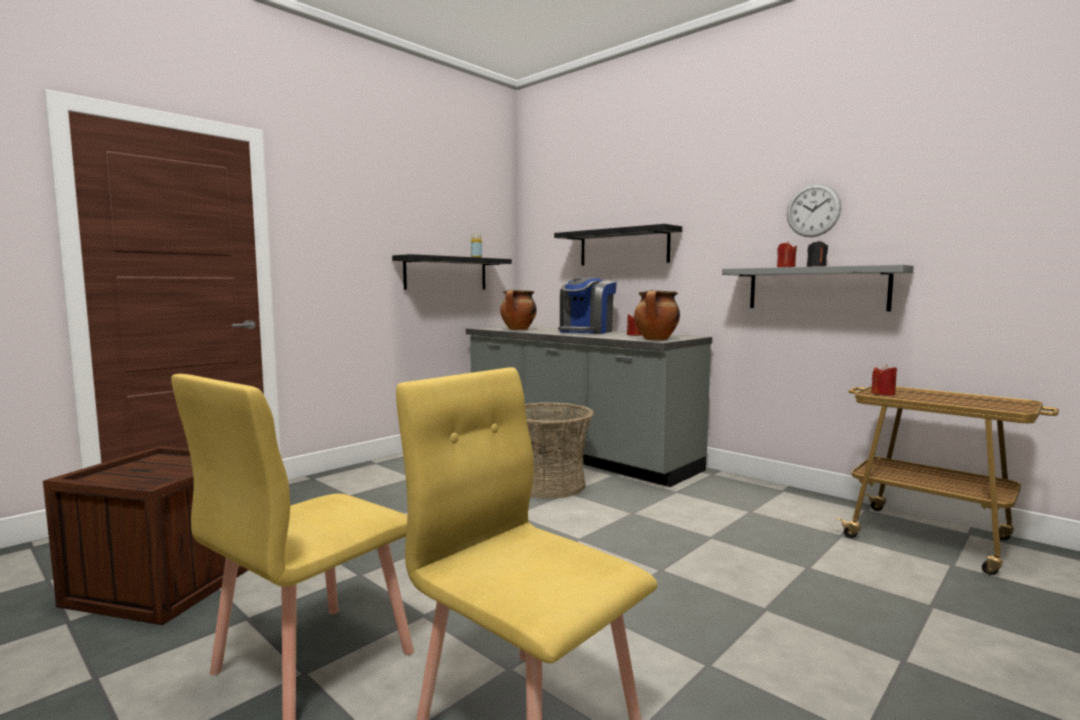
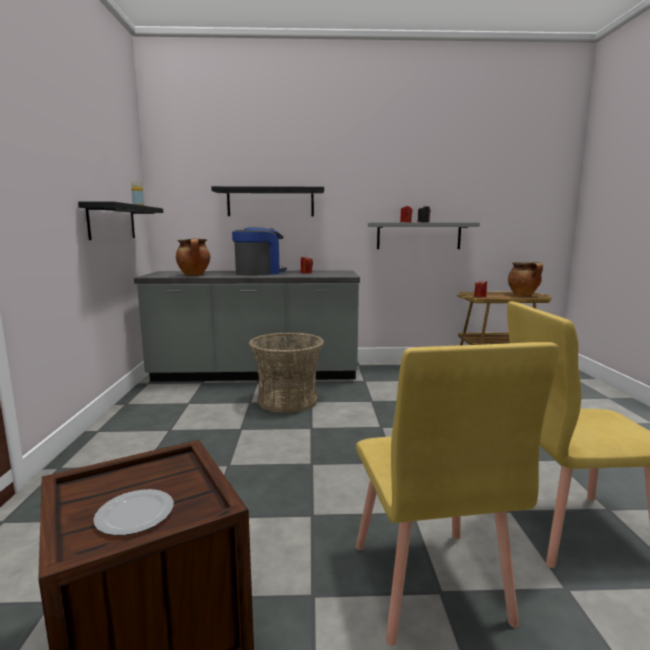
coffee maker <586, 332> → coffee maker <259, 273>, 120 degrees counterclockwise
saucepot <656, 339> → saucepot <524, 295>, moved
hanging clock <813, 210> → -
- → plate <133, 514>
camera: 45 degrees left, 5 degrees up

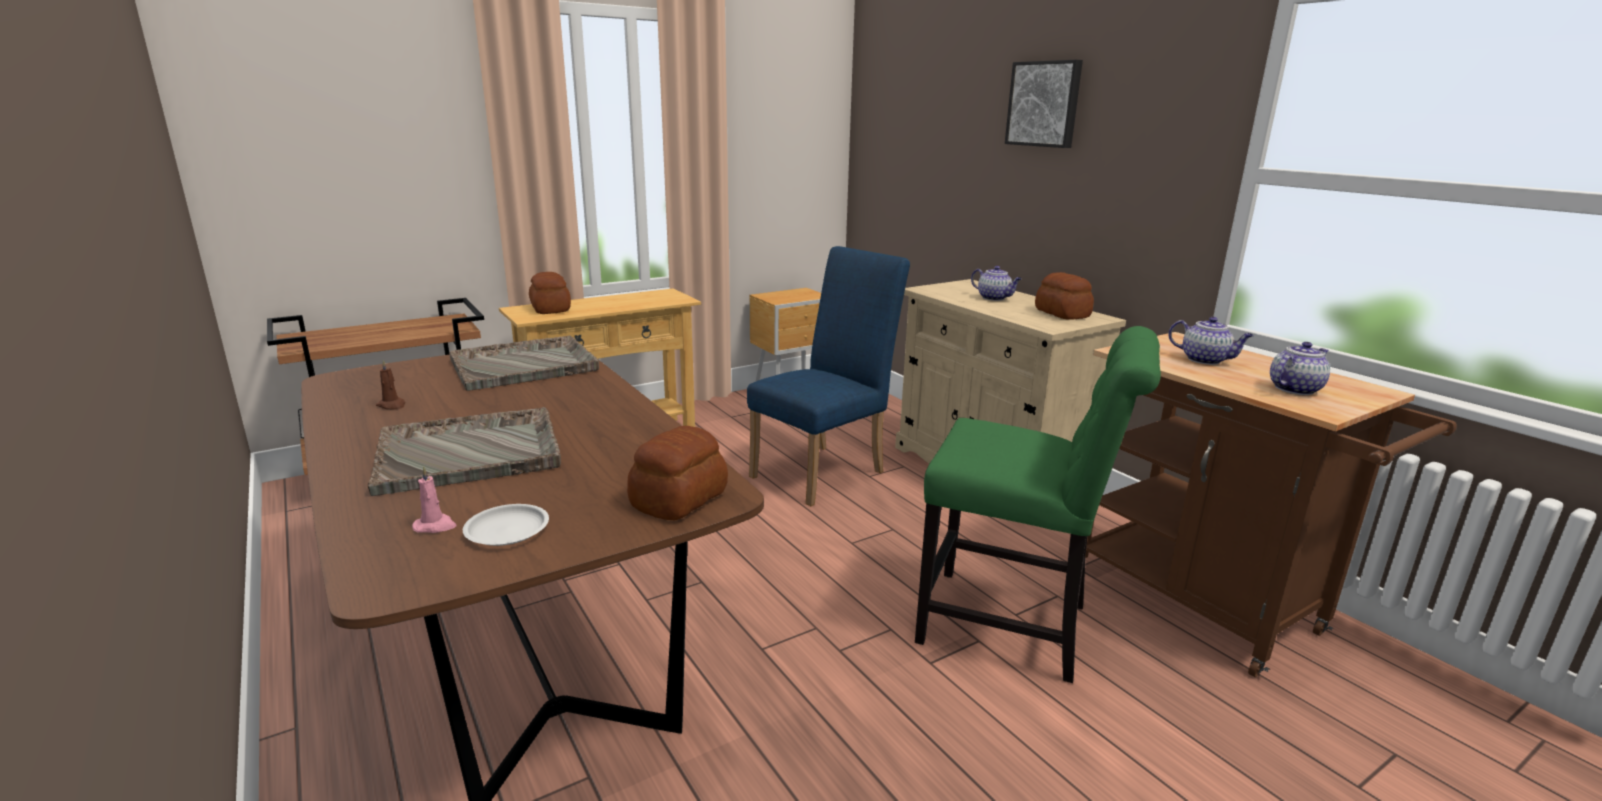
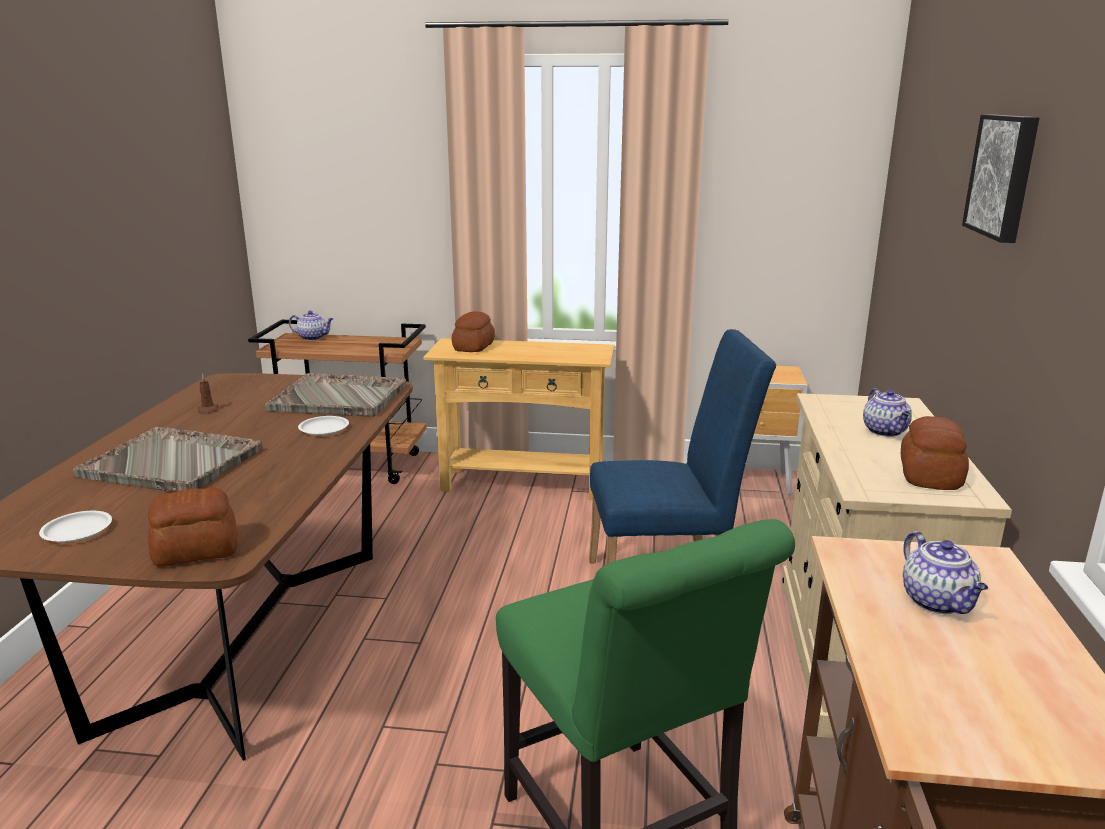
pinkish wax light <435, 526> → -
pot for tea <1294, 389> → pot for tea <313, 338>, moved
- → white plate <324, 429>
camera: 40 degrees right, 0 degrees up

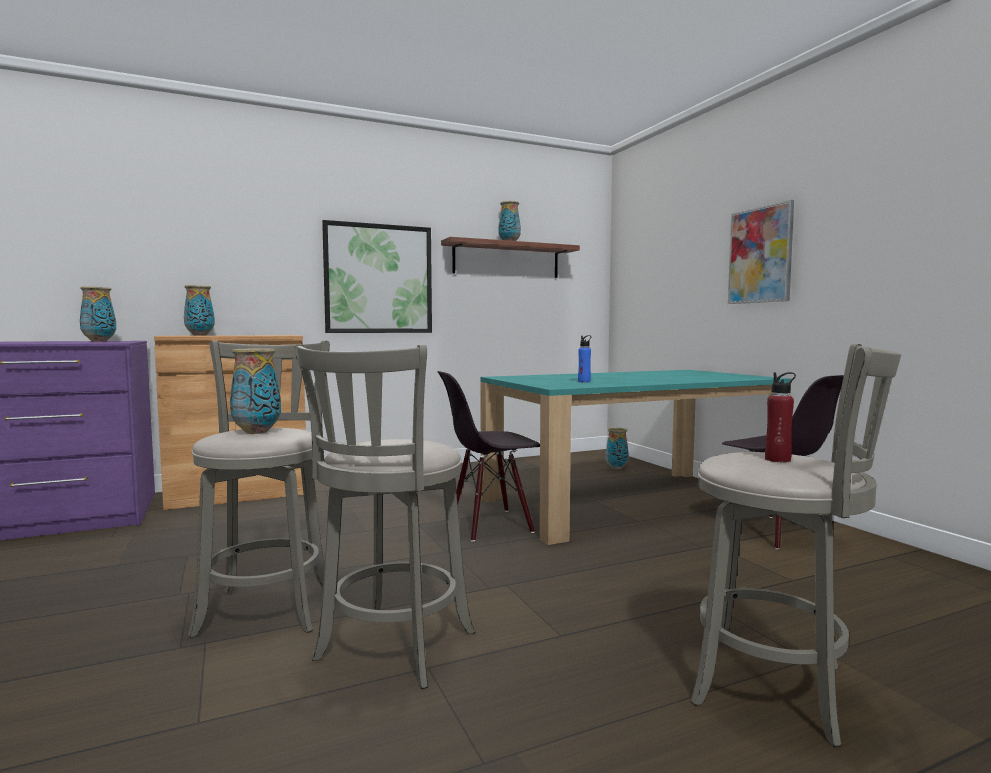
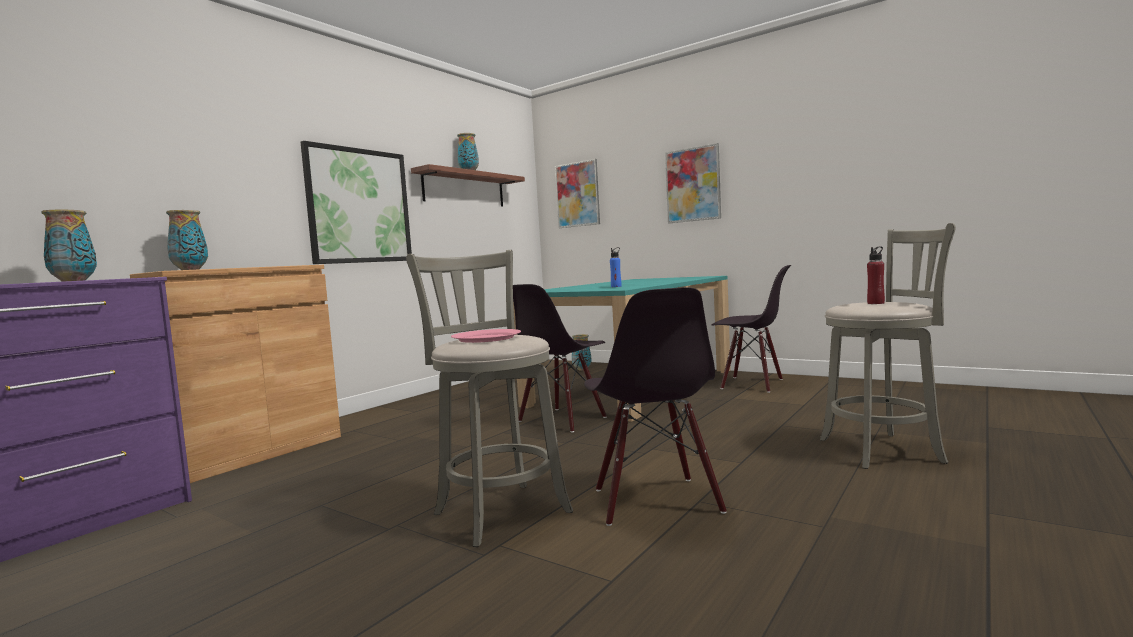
vase <256, 432> → pinkish plate <487, 338>
gray stool <391, 649> → black-coloured upright chair <655, 501>
- → wall picture <577, 194>
camera: 30 degrees left, 0 degrees up

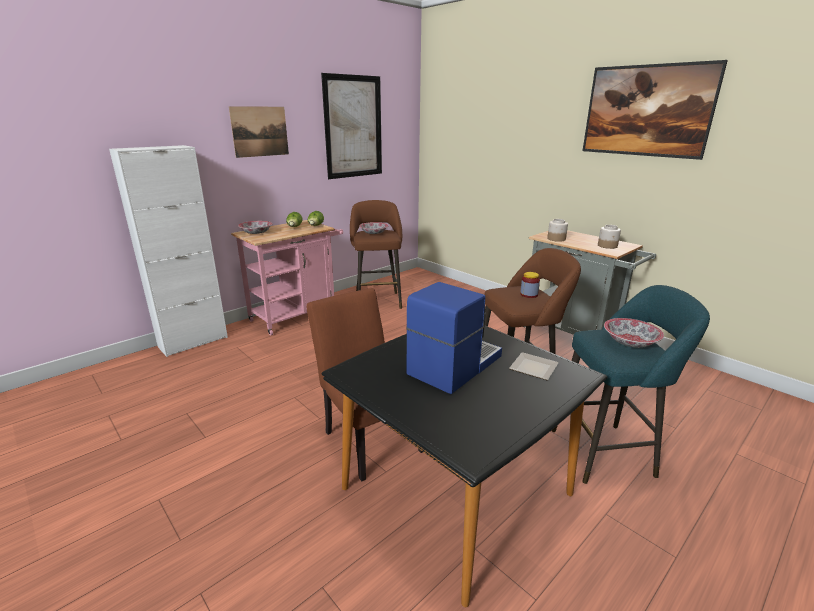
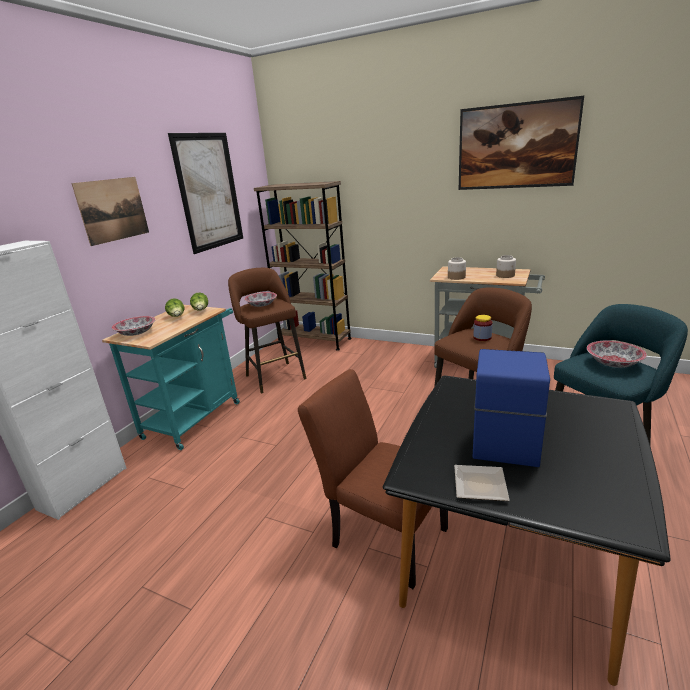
pinkish cart <298, 315> → turquoise-coloured cart <196, 416>
plate <532, 367> → plate <478, 484>, moved
- → brown bookshelf <314, 340>
camera: 20 degrees left, 0 degrees up

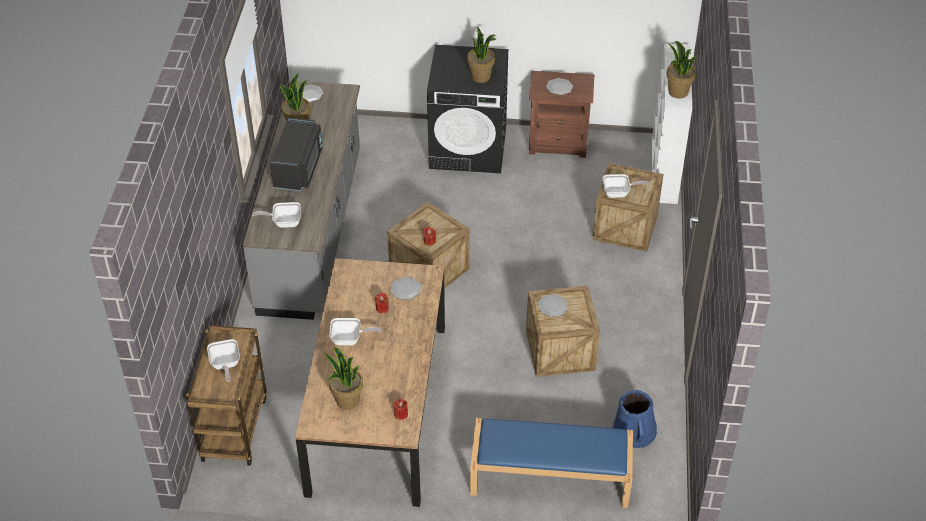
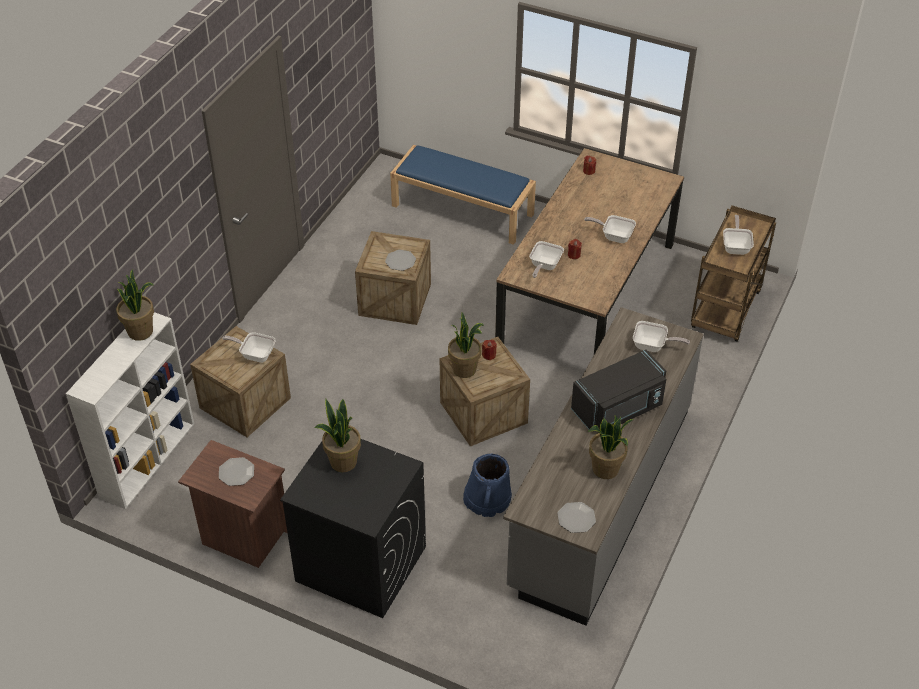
black-coloured microwave oven <299, 168> → black-coloured microwave oven <619, 408>, 150 degrees counterclockwise
plant in a pot <347, 401> → plant in a pot <465, 369>, moved
plate <406, 289> → skillet <544, 266>
bluish water bucket <634, 431> → bluish water bucket <487, 498>, moved
camera: 160 degrees left, 0 degrees up

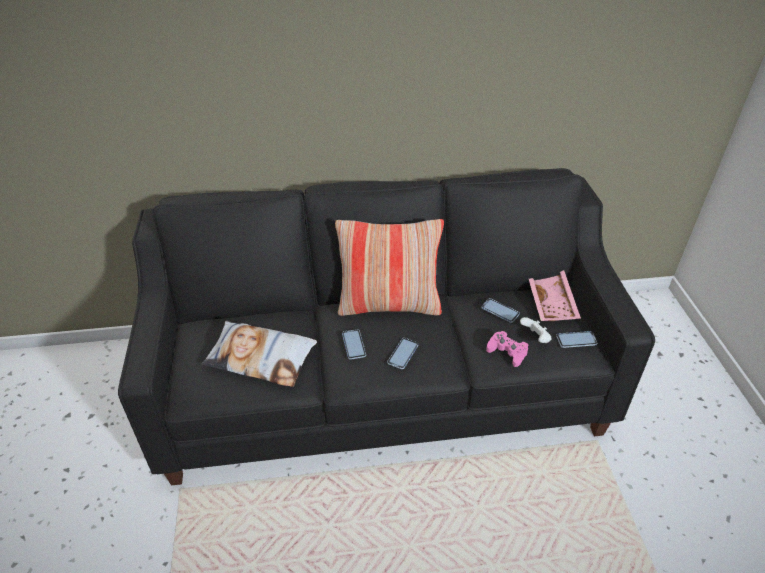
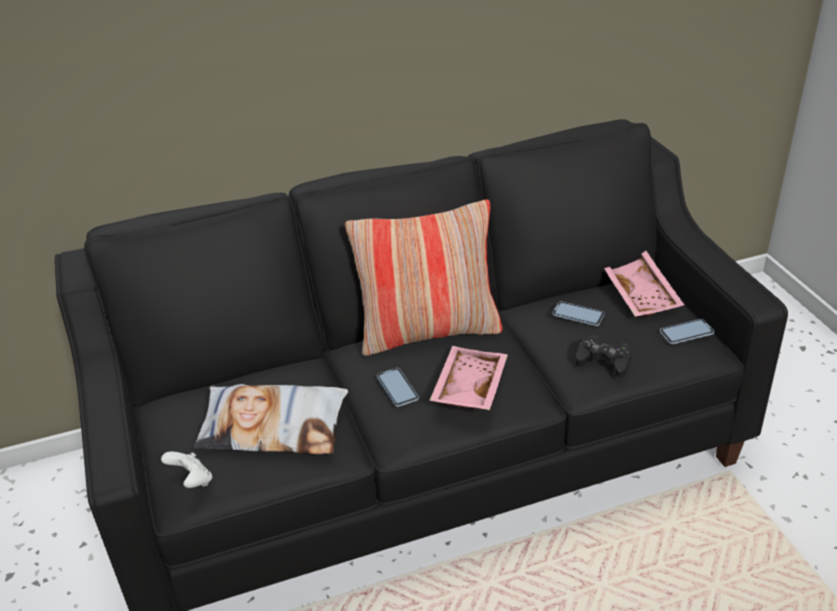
phone <403, 354> → pinkish serving tray <468, 387>
pinkish gamepad <507, 351> → black-coloured gamepad <603, 361>
white gamepad <535, 338> → white gamepad <192, 481>, moved
camera: 10 degrees left, 5 degrees down

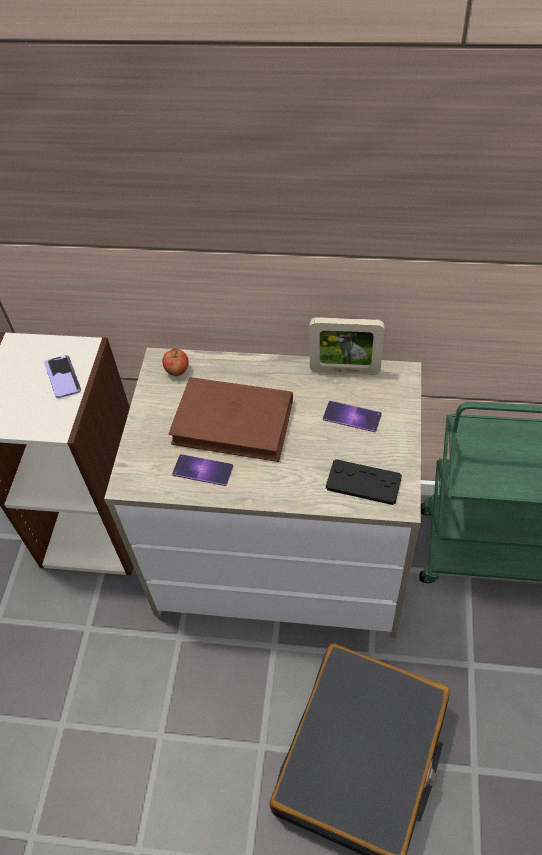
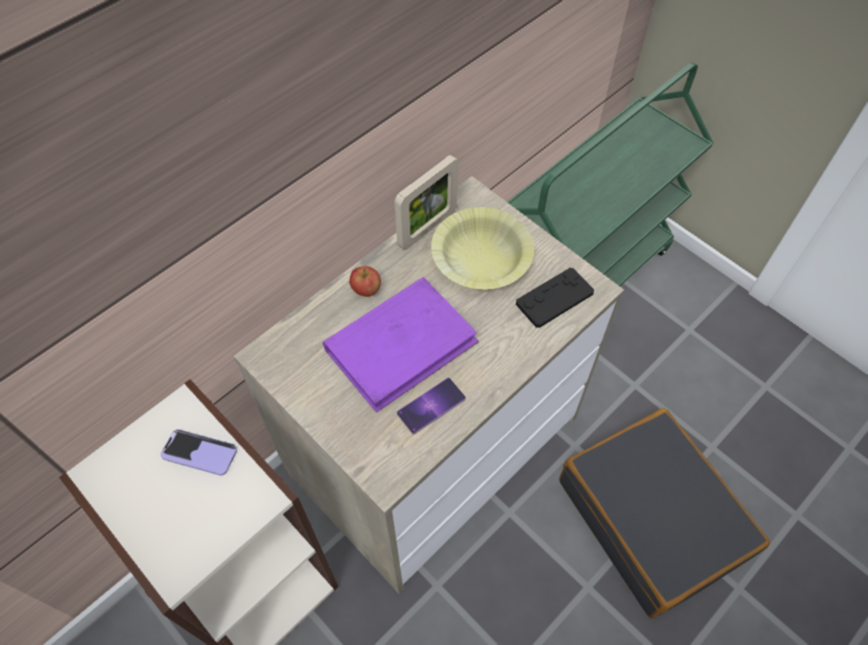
apple fruit <177, 370> → apple fruit <366, 290>, moved
brown volume <234, 422> → purplish volume <401, 345>
phone <352, 416> → yellowish deep dish <481, 258>
camera: 55 degrees left, 5 degrees up

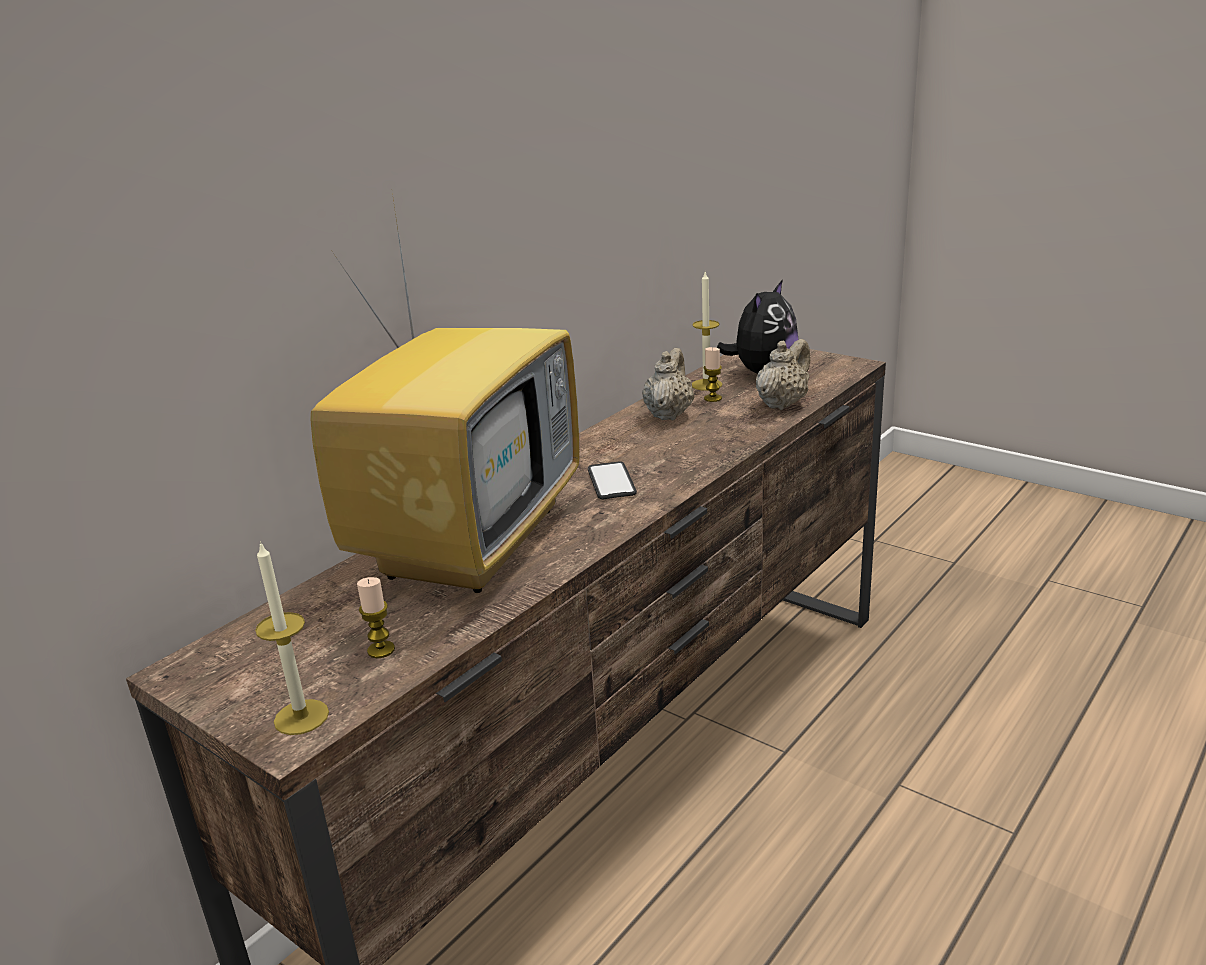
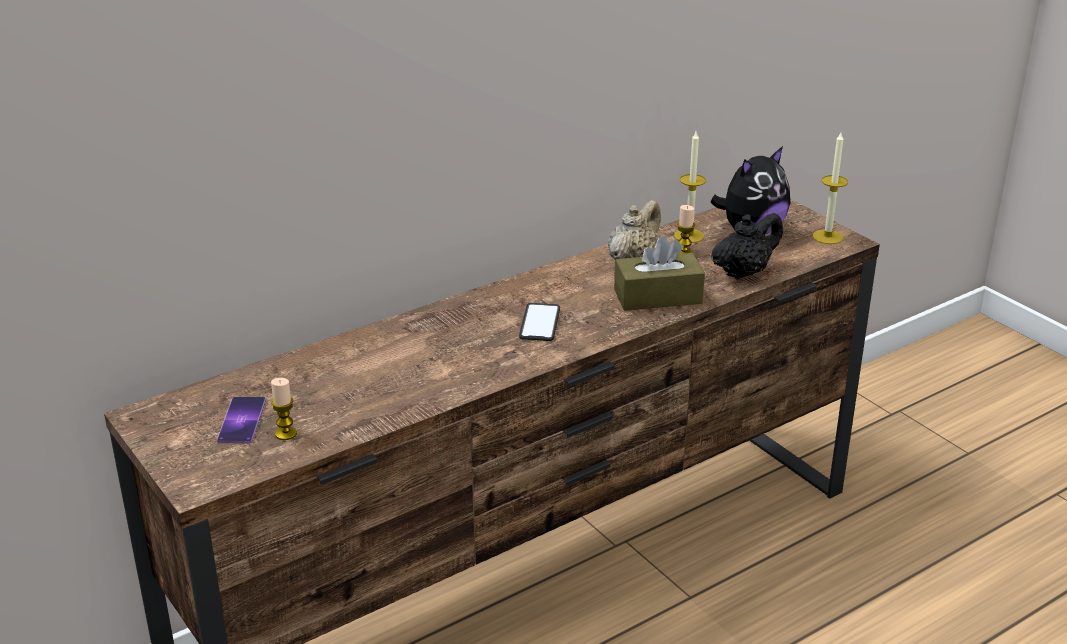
wax light <301, 717> → wax light <827, 237>, moved
television <470, 539> → -
sand-coloured pot for tea <782, 404> → black-coloured pot for tea <743, 272>
- → phone <242, 420>
- → brown tissue box <658, 296>
camera: 15 degrees right, 5 degrees up

